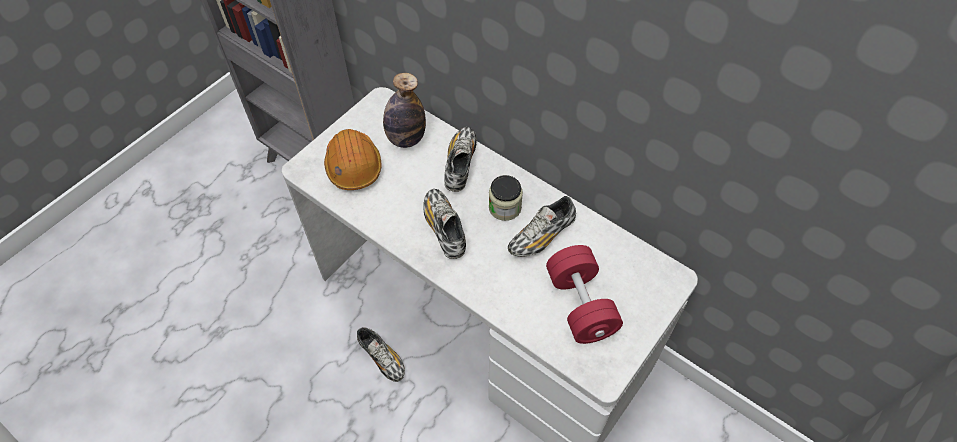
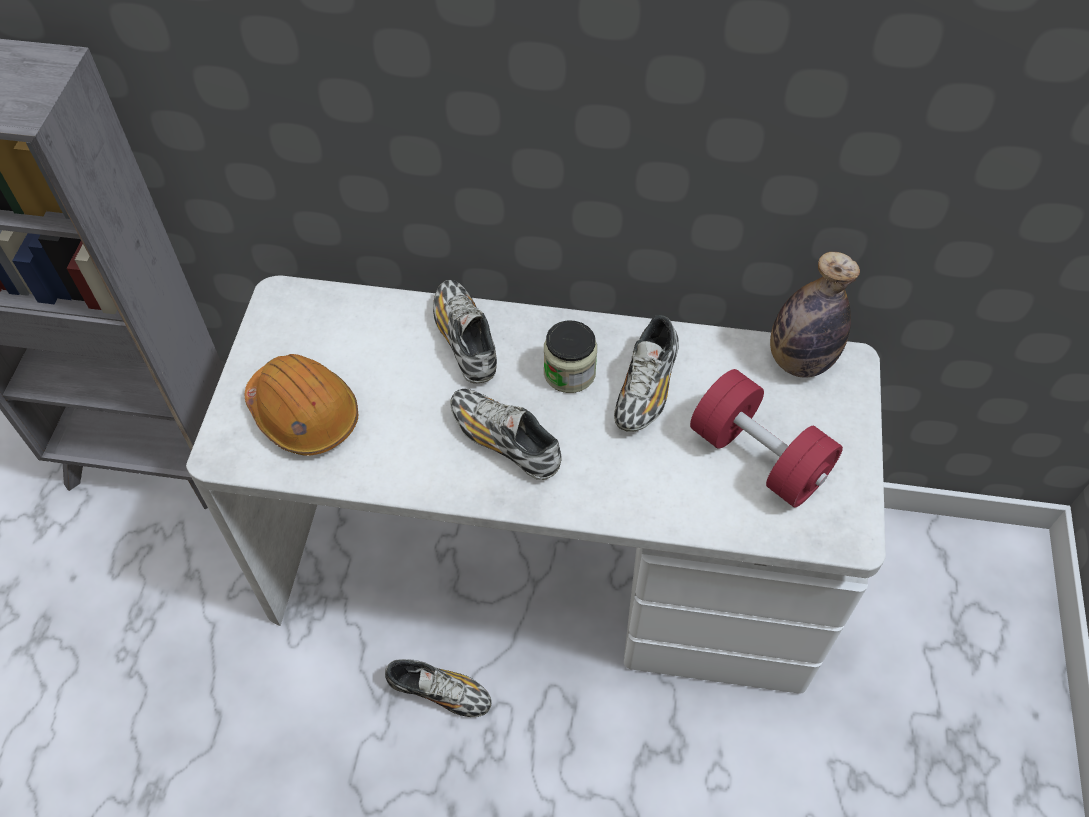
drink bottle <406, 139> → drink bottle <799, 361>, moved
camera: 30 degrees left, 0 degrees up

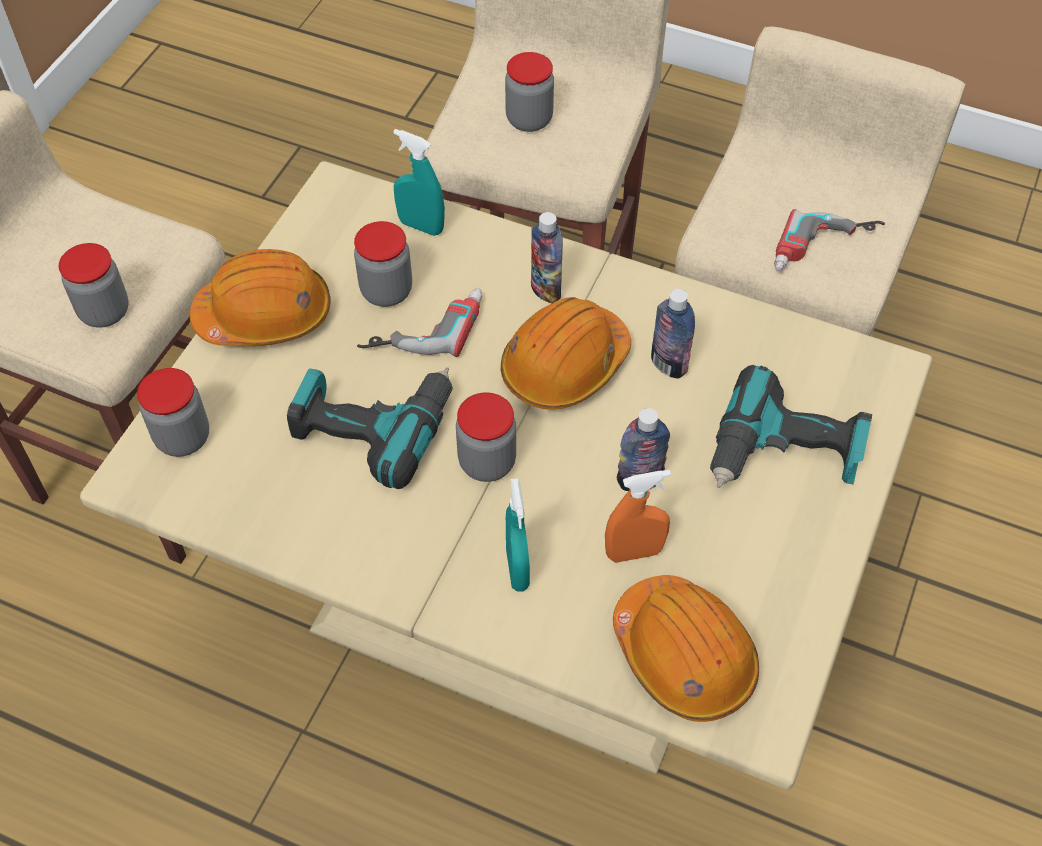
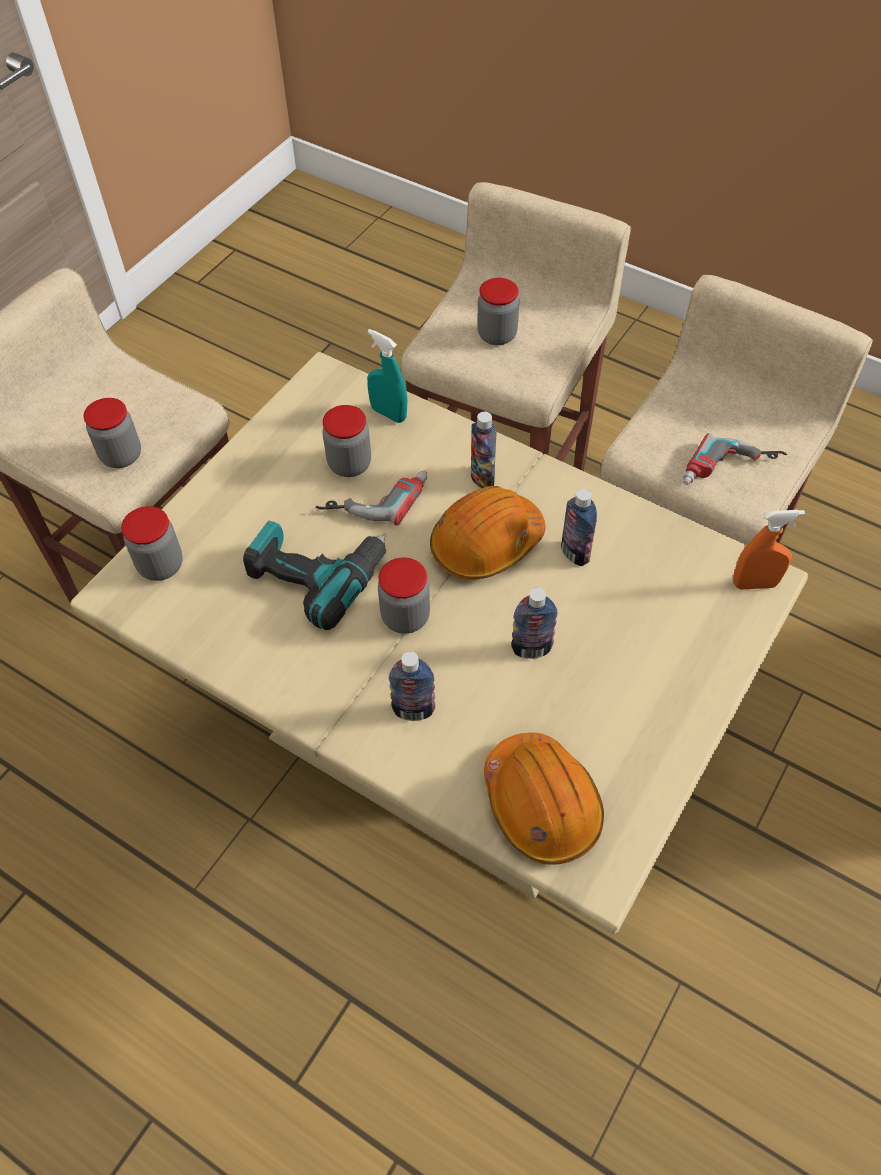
orangey work helmet <265, 315> → -
turquoise-coloured hand sprayer <517, 569> → drink bottle <413, 710>
orangey hand sprayer <634, 552> → orangey hand sprayer <755, 584>, moved
electric drill <785, 454> → -
camera: 10 degrees right, 0 degrees up

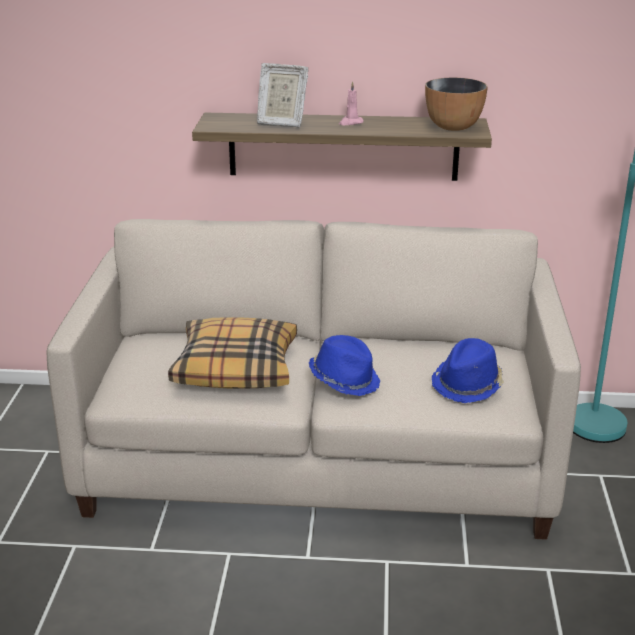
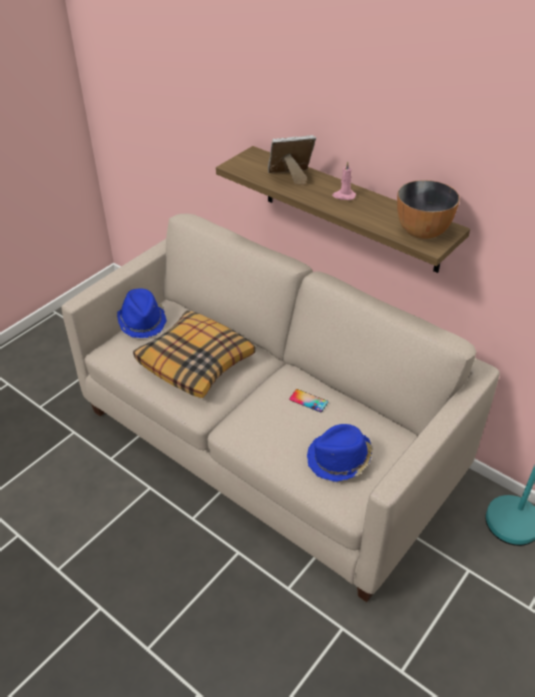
photo frame <281, 123> → photo frame <290, 178>, 120 degrees clockwise
bluish wearable hat <345, 380> → bluish wearable hat <142, 321>, moved
- → phone <308, 401>
camera: 35 degrees right, 15 degrees up

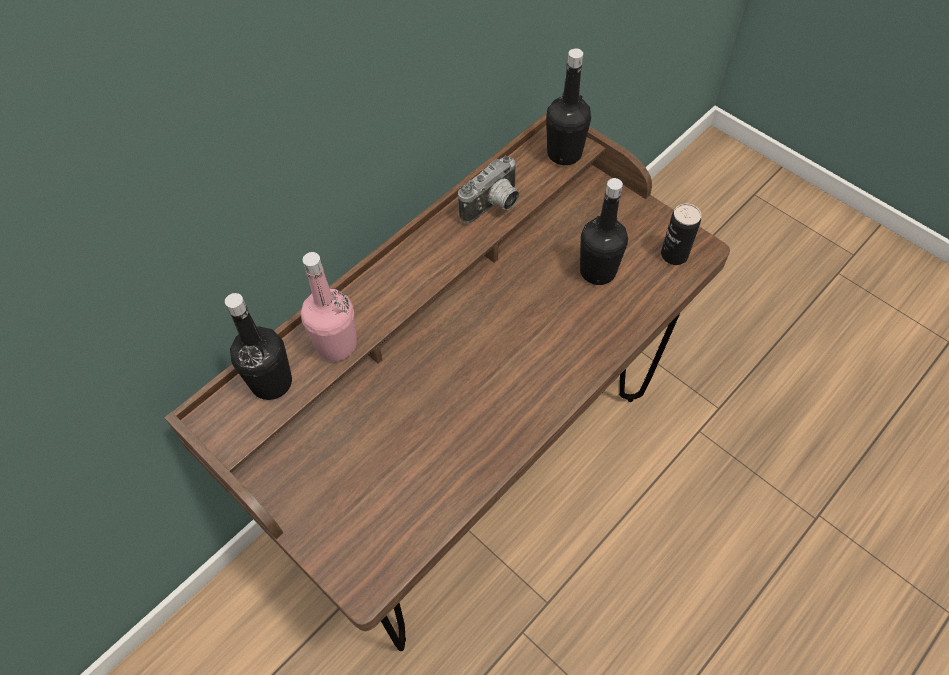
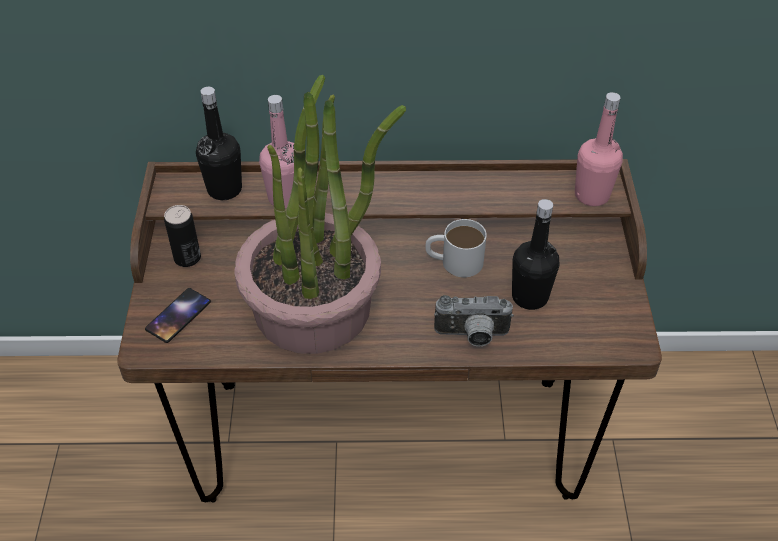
still camera <494, 206> → still camera <472, 336>, moved
black-coloured drink bottle <564, 153> → pinkish drink bottle <591, 195>
metal can <674, 255> → metal can <187, 258>, moved
- → phone <178, 315>
- → plant in a pot <314, 307>
- → white coffee mug <454, 261>
camera: 45 degrees right, 10 degrees down

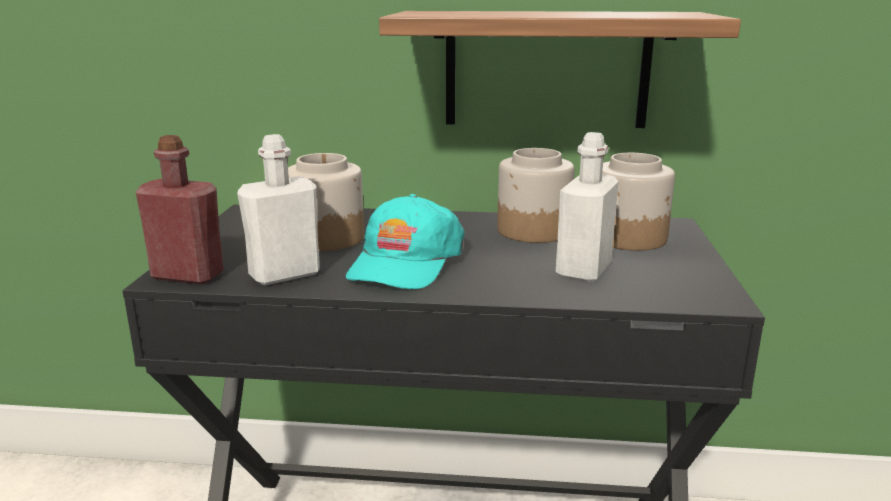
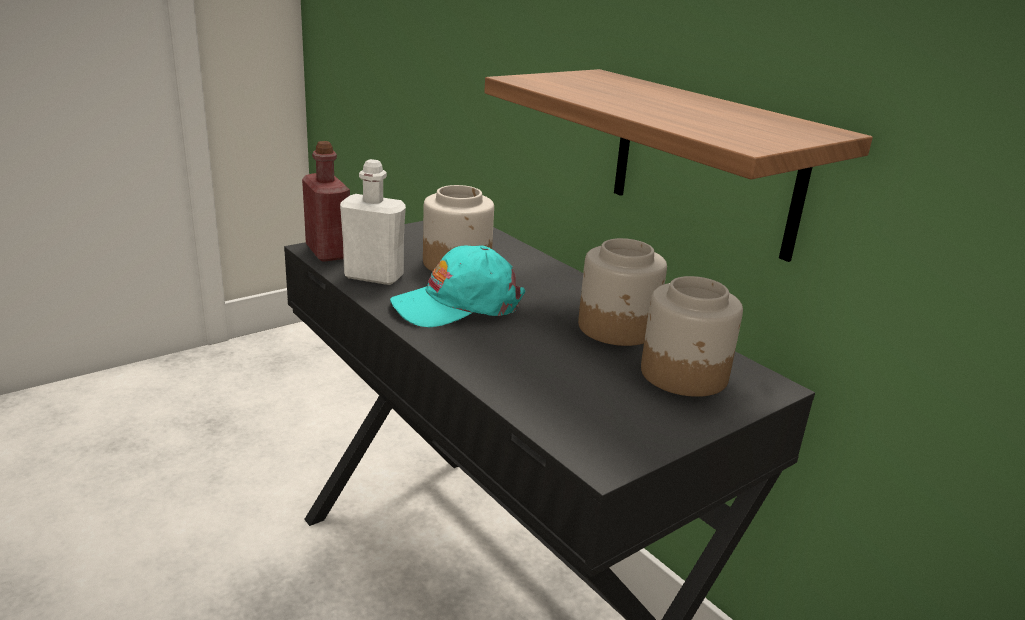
white drink bottle <583, 270> → -
camera: 45 degrees right, 5 degrees up

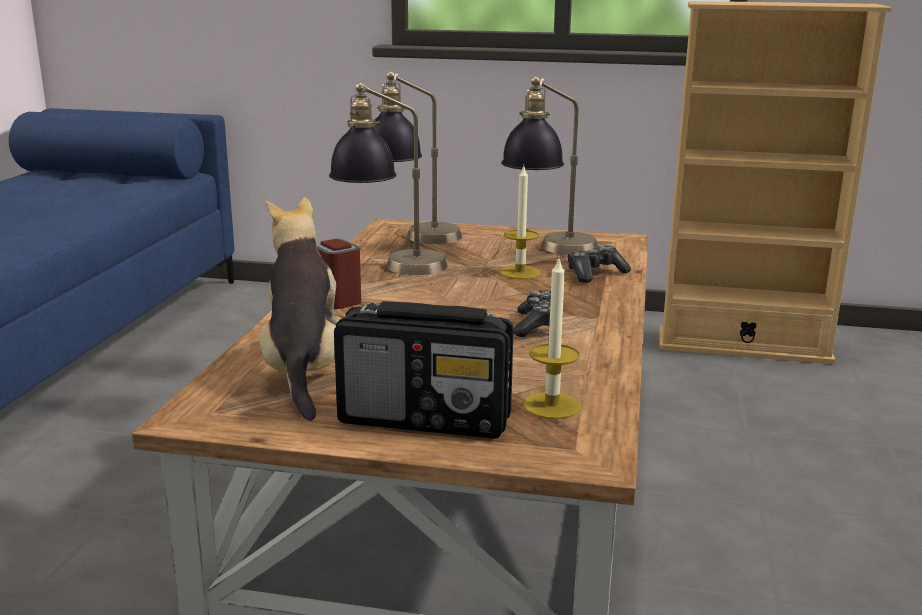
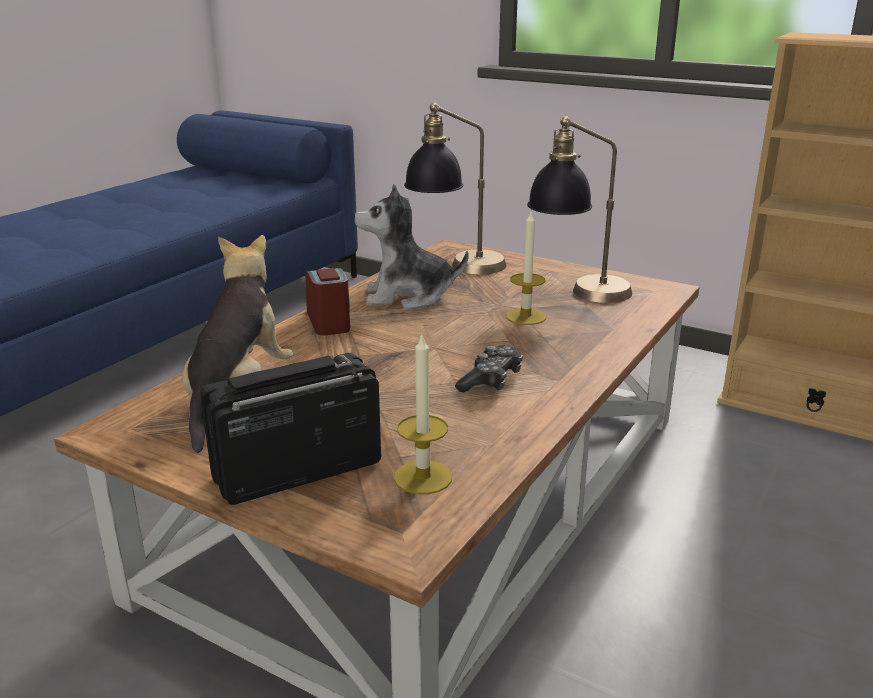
tabletop lamp <390, 268> → soft toy <408, 296>
radio set <426, 419> → radio set <295, 471>, 120 degrees clockwise
gamepad <595, 274> → -
camera: 20 degrees right, 5 degrees up

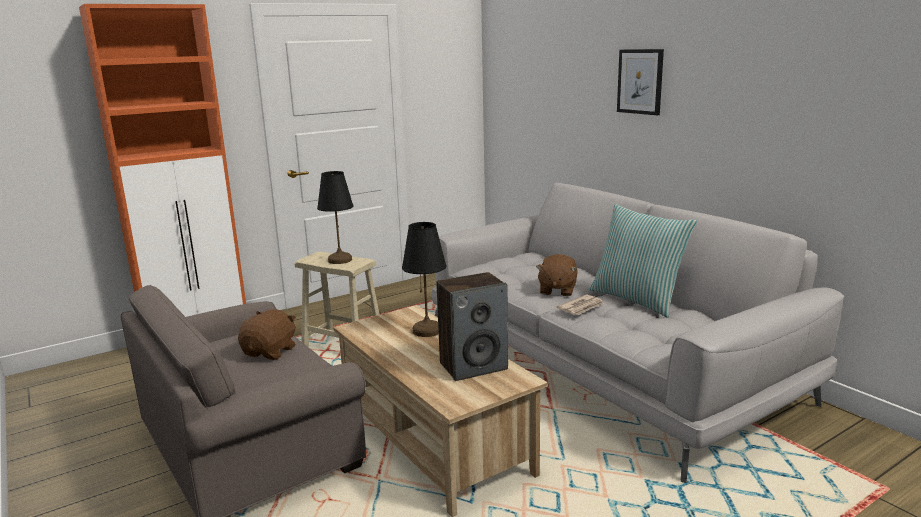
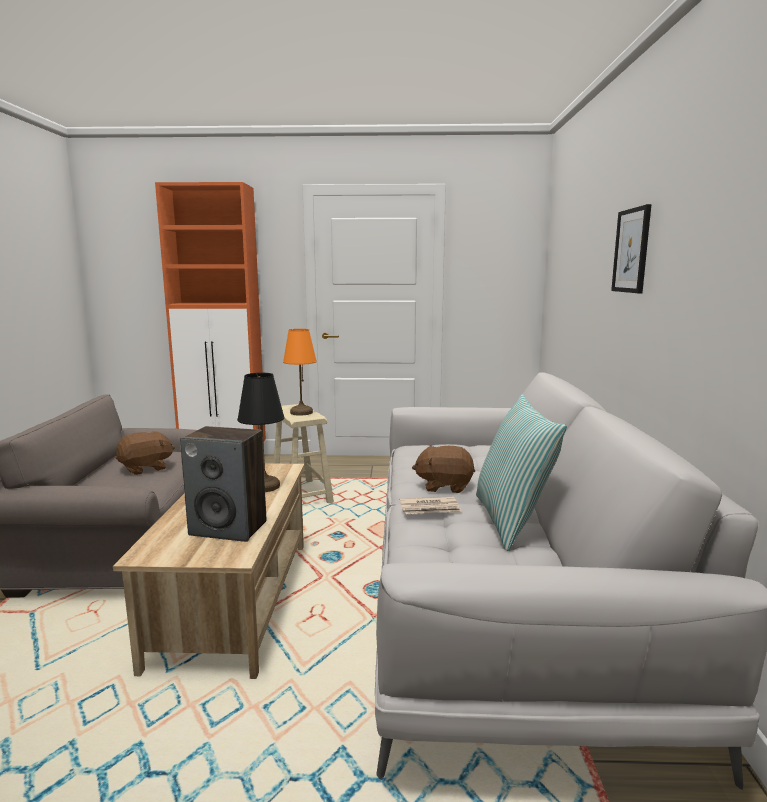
black-coloured tabletop lamp <340, 260> → orangey tabletop lamp <301, 412>
brown soft toy <557, 290> → brown soft toy <444, 486>, 45 degrees clockwise
camera: 35 degrees right, 5 degrees down

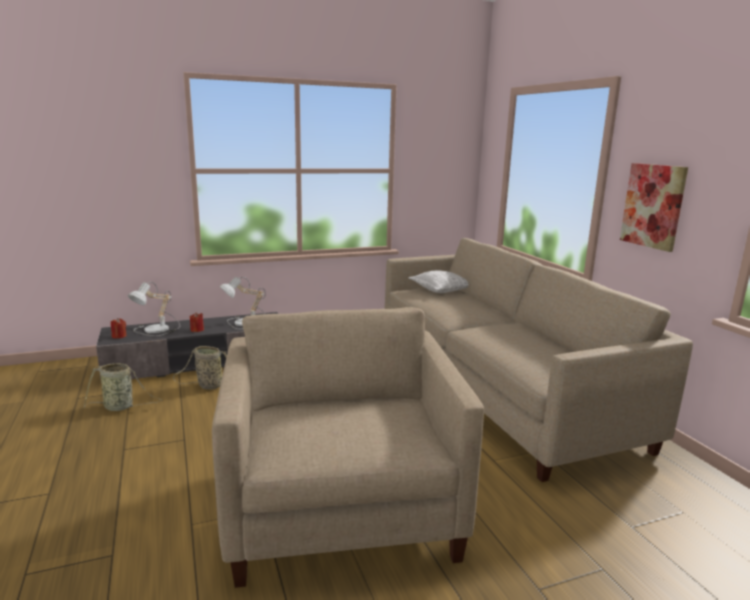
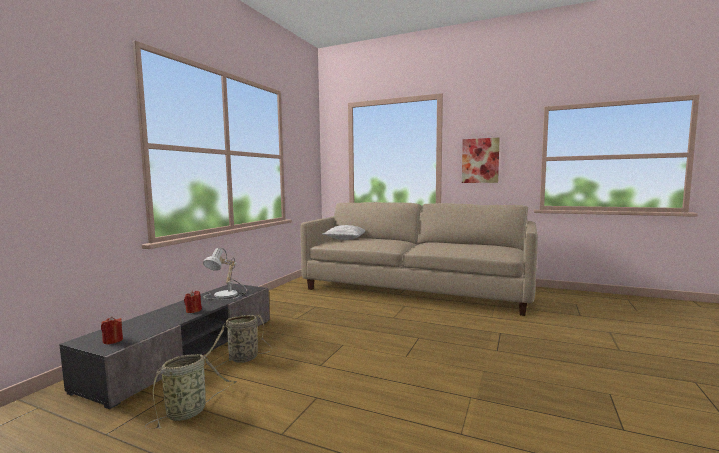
tabletop lamp <157, 330> → -
sand-coloured easy chair <342, 511> → -
camera: 45 degrees left, 10 degrees down

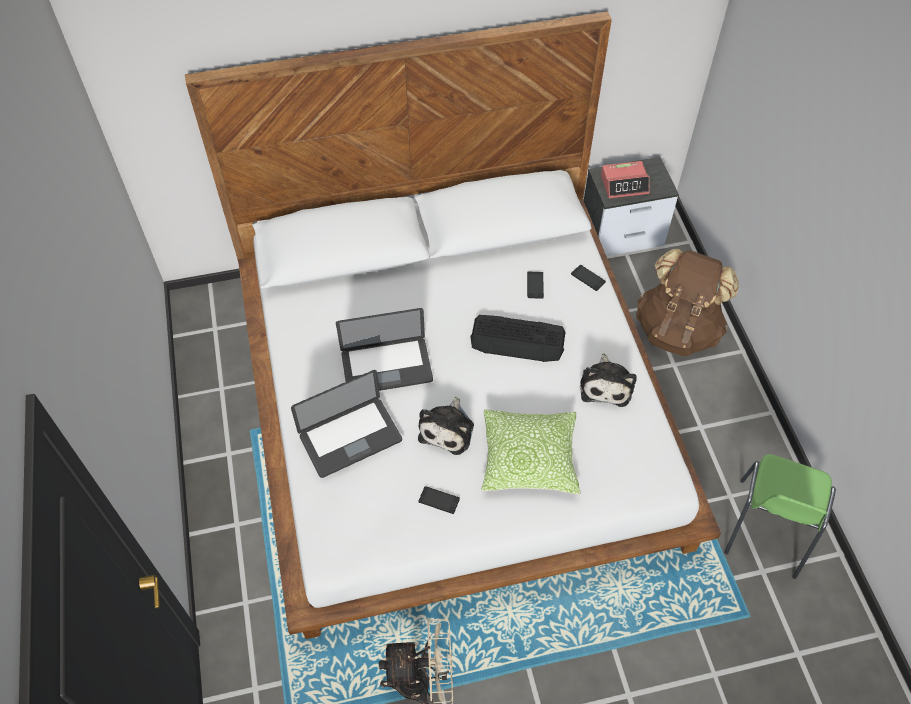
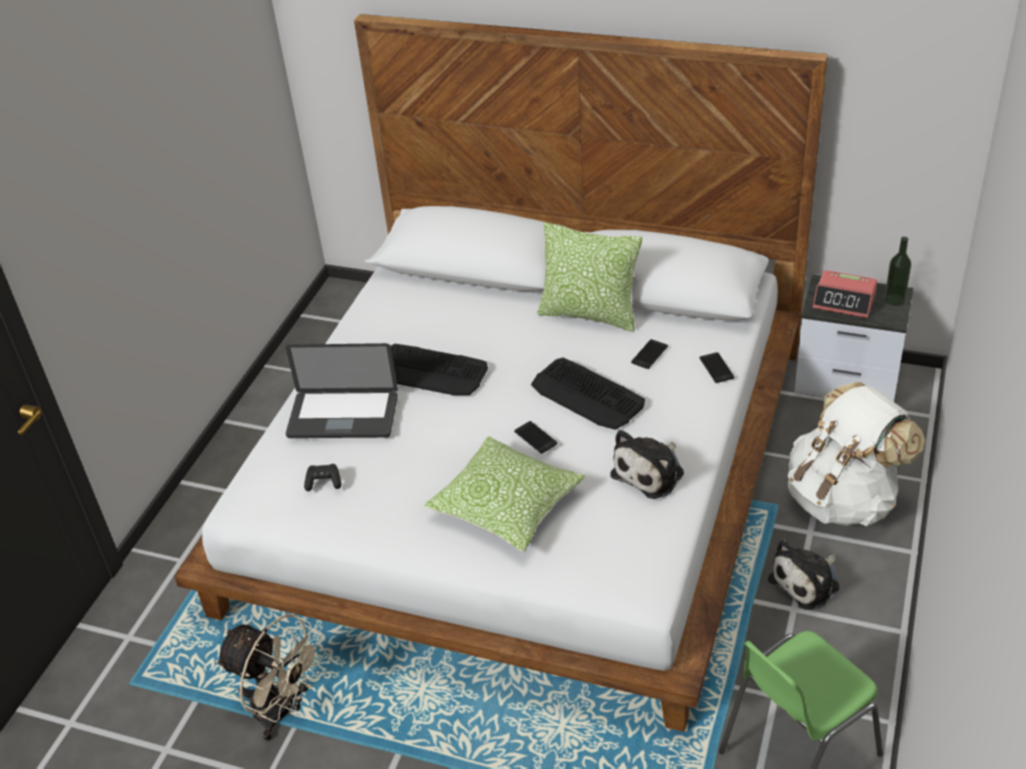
portable computer <386, 367> → keyboard <430, 371>
soft toy <448, 429> → soft toy <807, 582>, moved
phone <439, 500> → phone <535, 437>, moved
brown backpack <677, 329> → white backpack <843, 498>
- → black-coloured gamepad <324, 482>
- → pillow <589, 314>
- → drink bottle <894, 300>
camera: 35 degrees right, 15 degrees down

